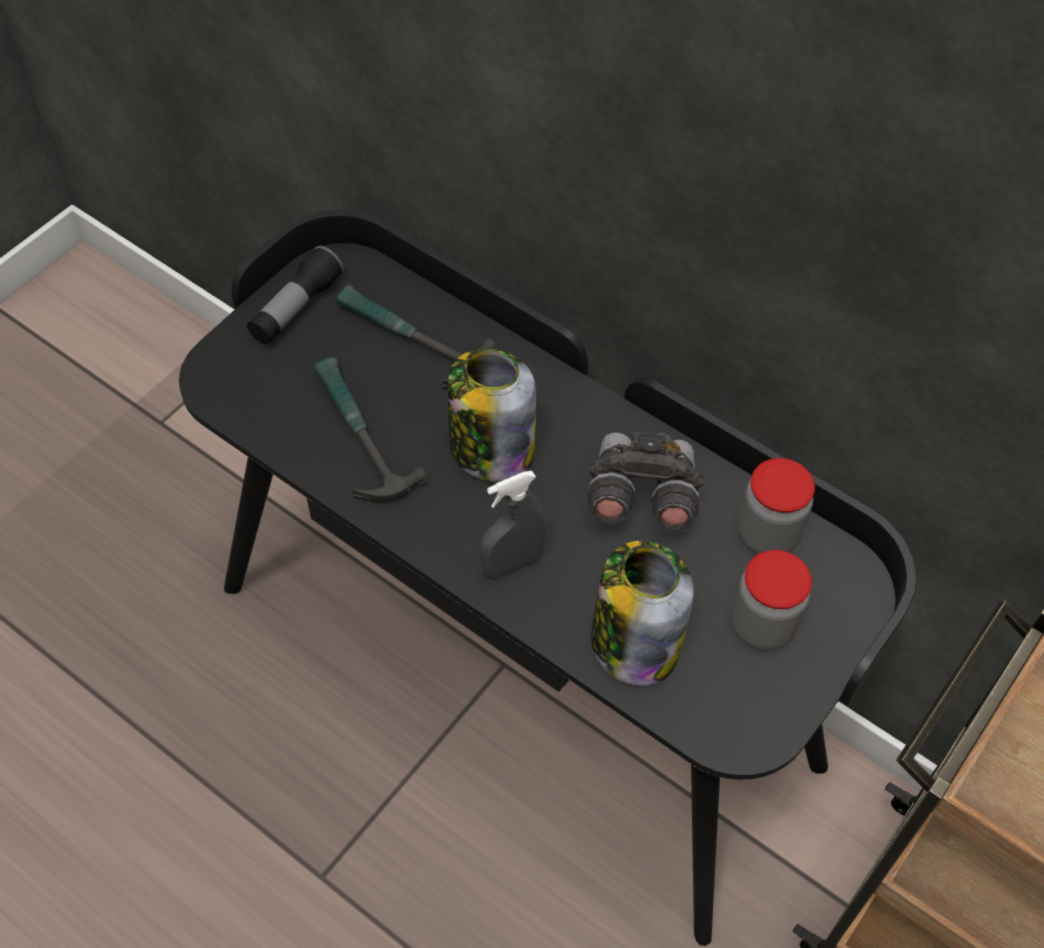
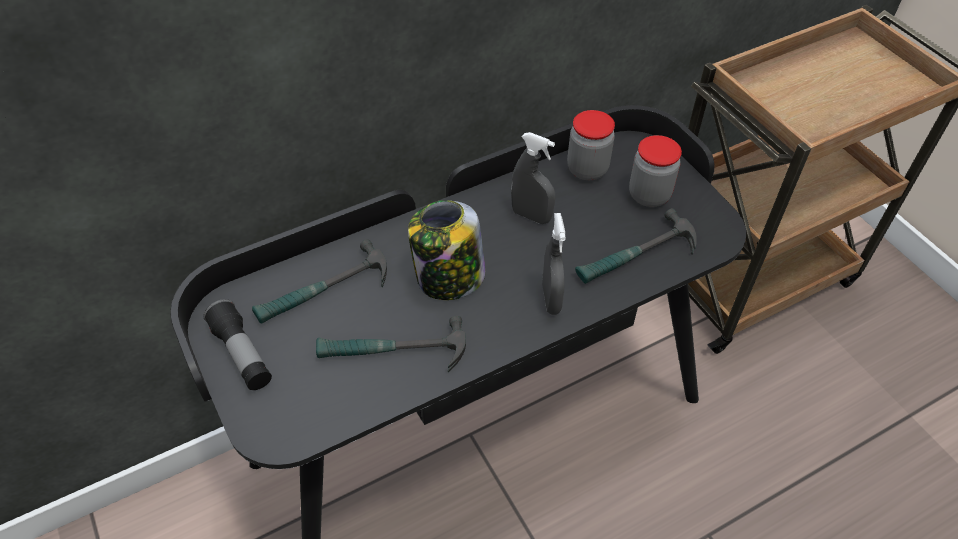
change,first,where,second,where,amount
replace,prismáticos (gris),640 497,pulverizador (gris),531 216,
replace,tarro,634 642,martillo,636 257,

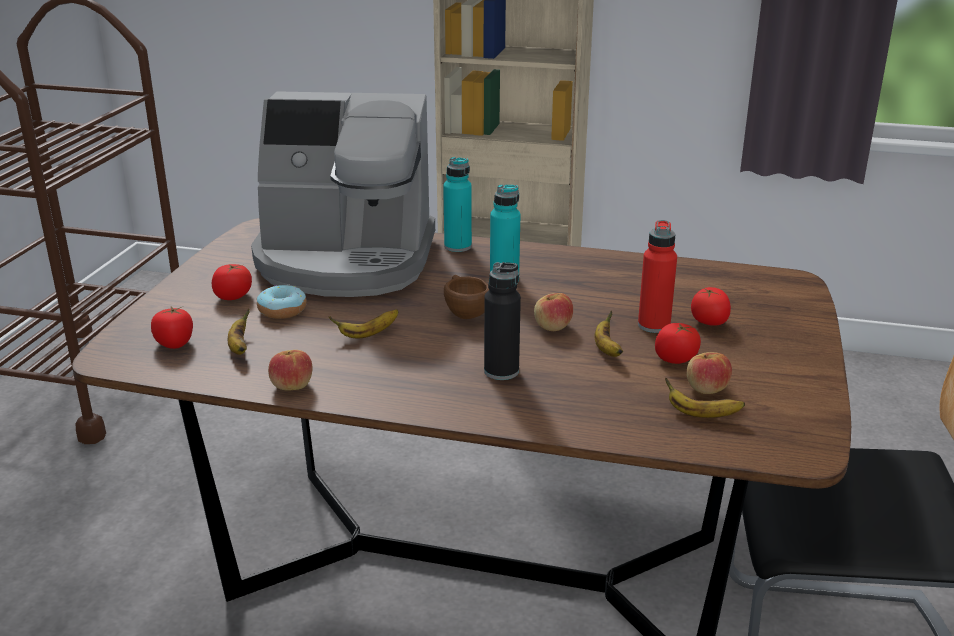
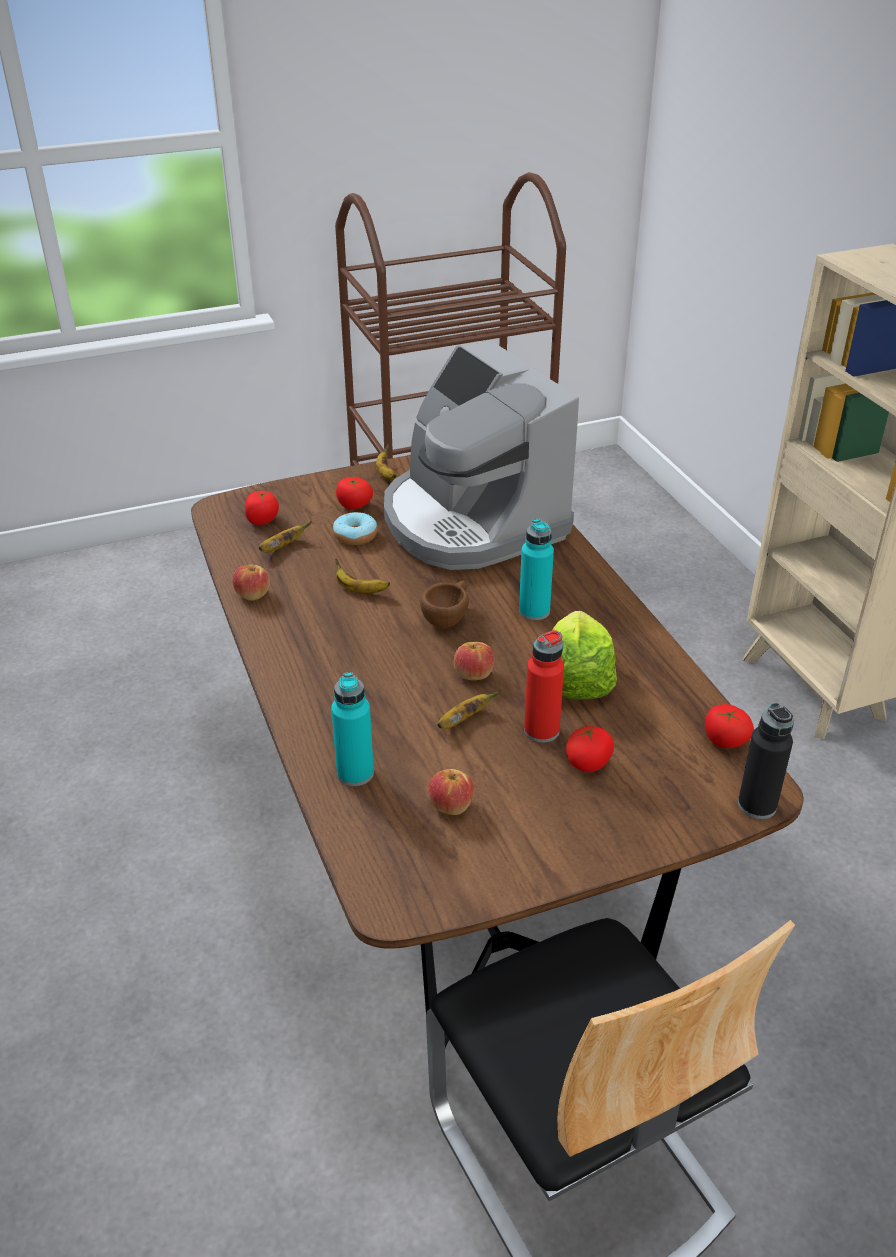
change,first,where,second,where,amount
move,botella (turquesa),458 246,,355 773,
move,botella (negro),501 371,,757 805,
move,tomate,676 359,,724 741,
move,plátano,701 415,,385 474,
insert,,,lechuga,575 679,

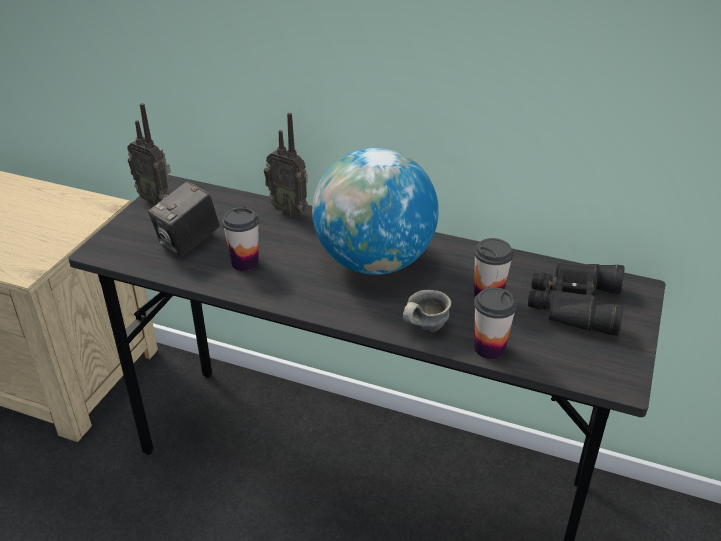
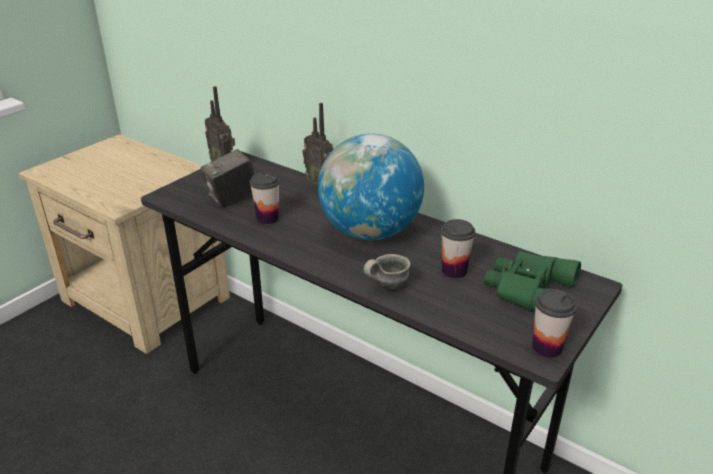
change,first,where,second,where,amount
recolor,prismáticos (negro),573 304,prismáticos (verde),527 288,
move,taza,489 348,,547 348,

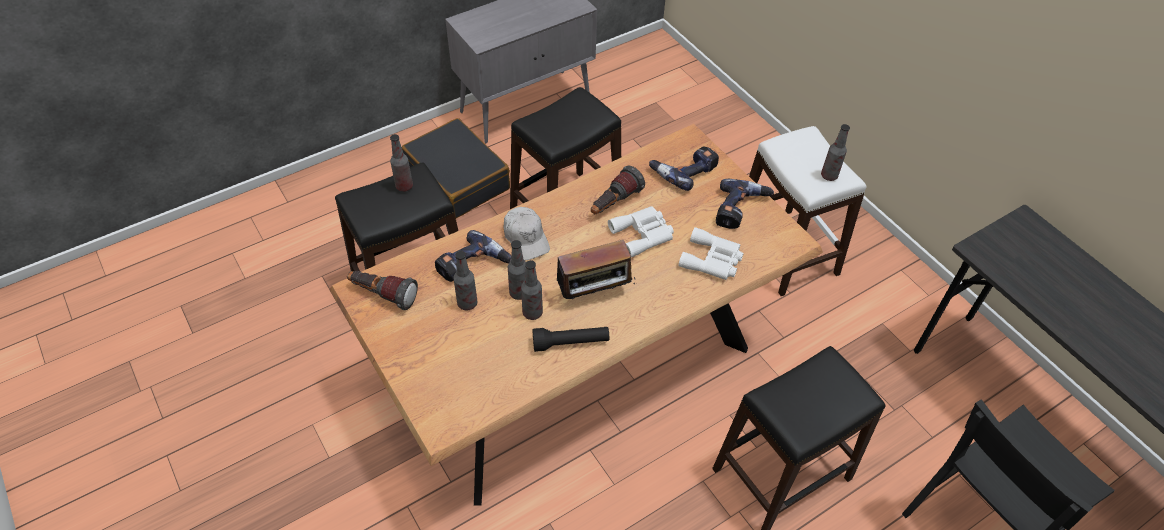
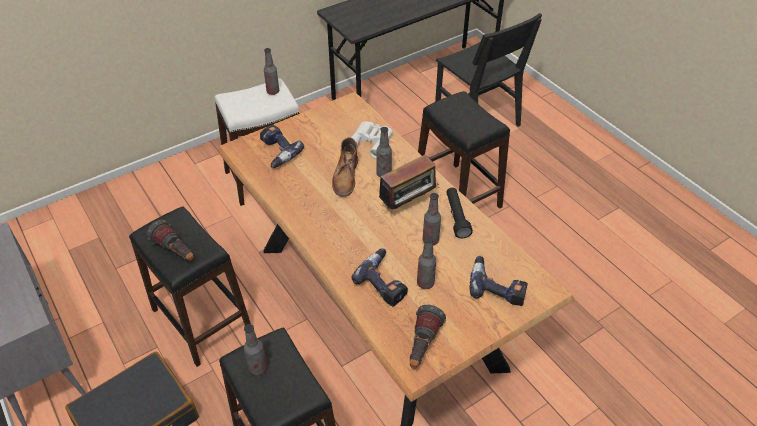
change,first,where,second,where,amount
move,linterna,614 203,,176 252,
move,taladro,740 210,,497 286,
replace,prismáticos (blanco),643 234,bota (marrón),345 176,
delete,gorra (blanco),526 238,,,
move,botella,519 293,,384 174,
rotate,radio,594 294,,408 204,75 degrees clockwise

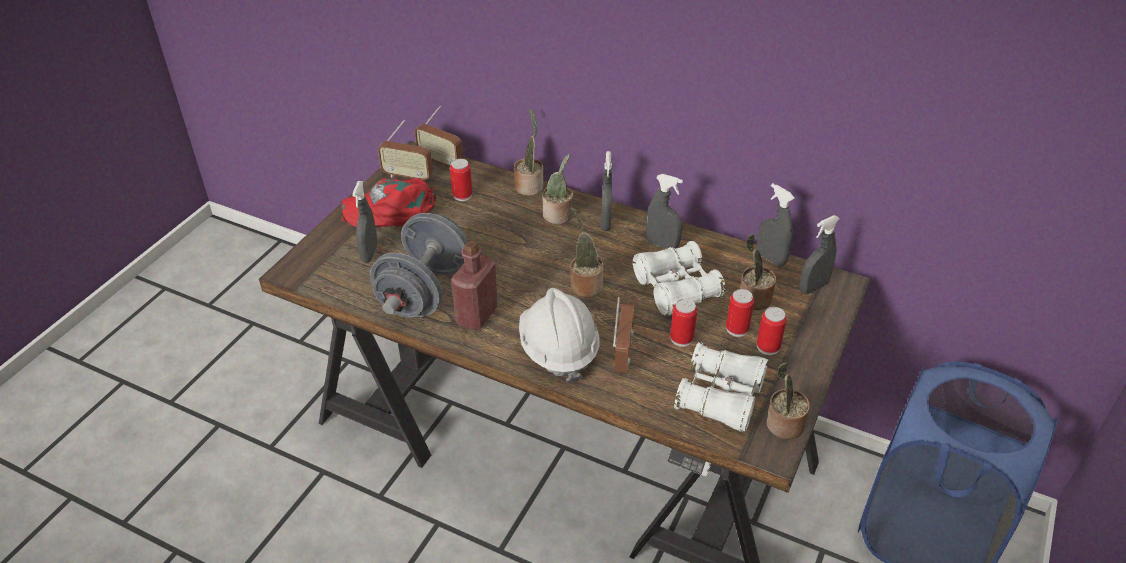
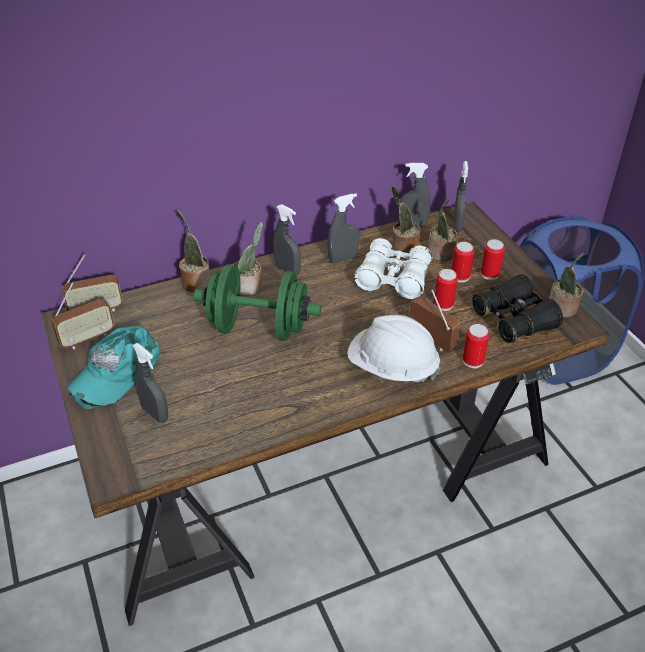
change,first,where,second,where,amount
move,lata,462 195,,473 361,
recolor,gorra (rojo),391 209,gorra (turquesa),116 371,
move,planta en maceta,584 285,,402 248,
delete,mancuerna (gris),424 292,,,
delete,botella (rojo),476 315,,,
recolor,prismáticos (blanco),720 397,prismáticos (negro),513 320,
insert,,,mancuerna (verde),259 328,

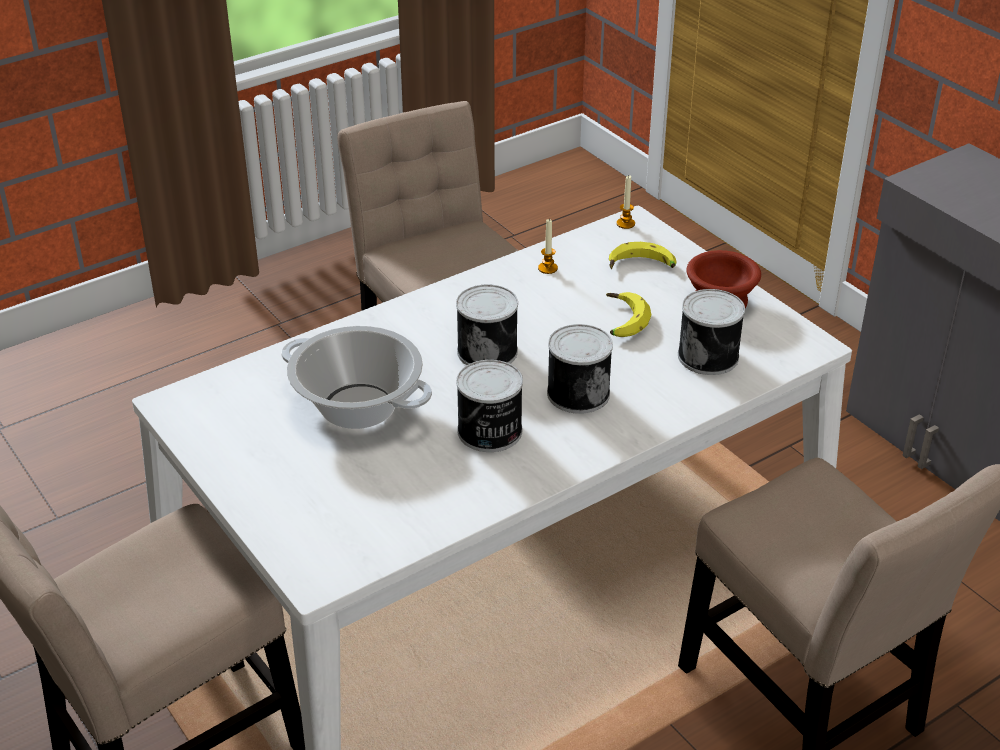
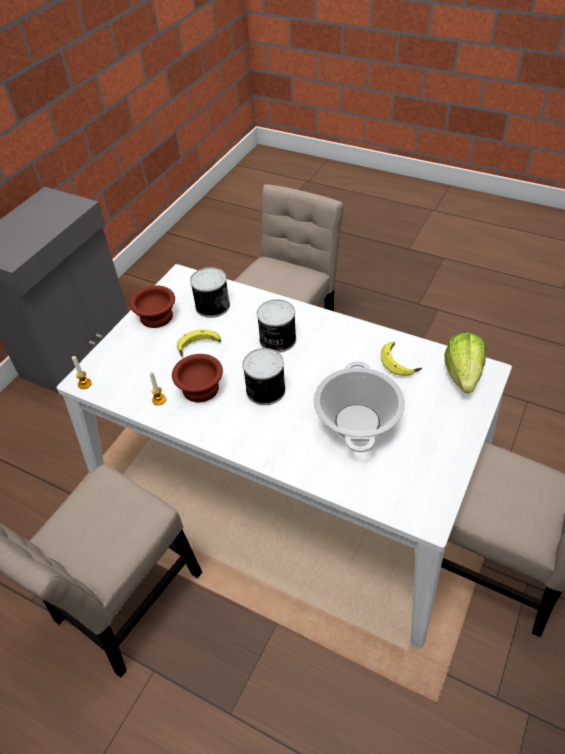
change,first,where,second,where,amount
move,plátano,641 267,,400 362,
delete,lata,490 432,,,
insert,,,lechuga,463 374,
insert,,,cuenco (marrón),202 389,

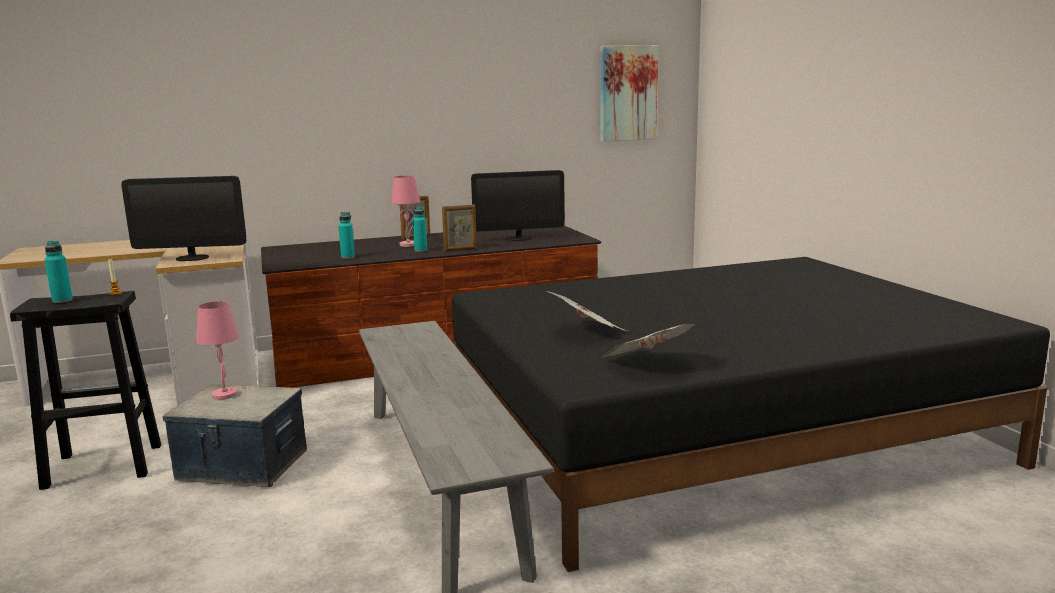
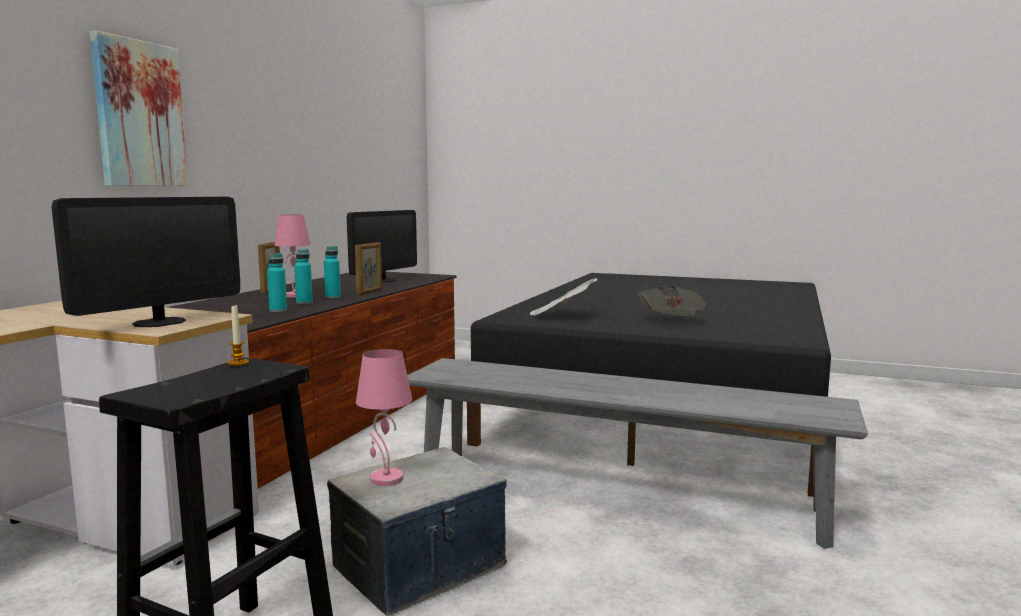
change,first,where,second,where,amount
move,cuadro,628 93,,139 114,
move,botella (turquesa),62 300,,304 302,
move,periódico,646 364,,561 316,

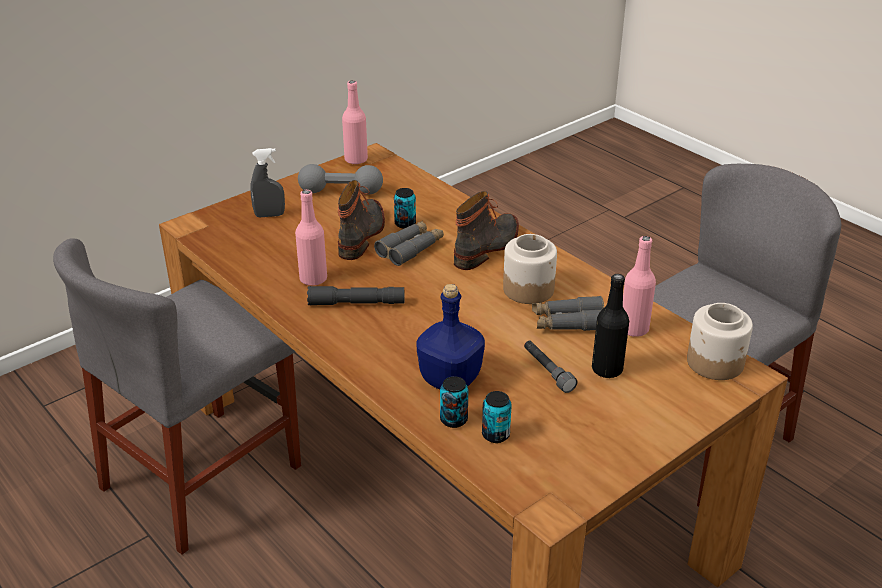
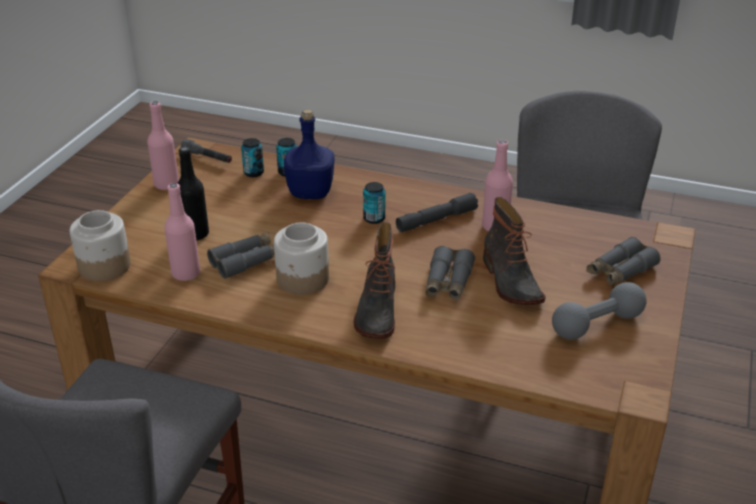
change,first,where,second,where,amount
move,botella (rosa),356 160,,166 184,
replace,pulverizador (gris),269 215,prismáticos (gris),620 271,
move,lata,405 224,,374 218,
move,linterna (gris),547 371,,207 158,

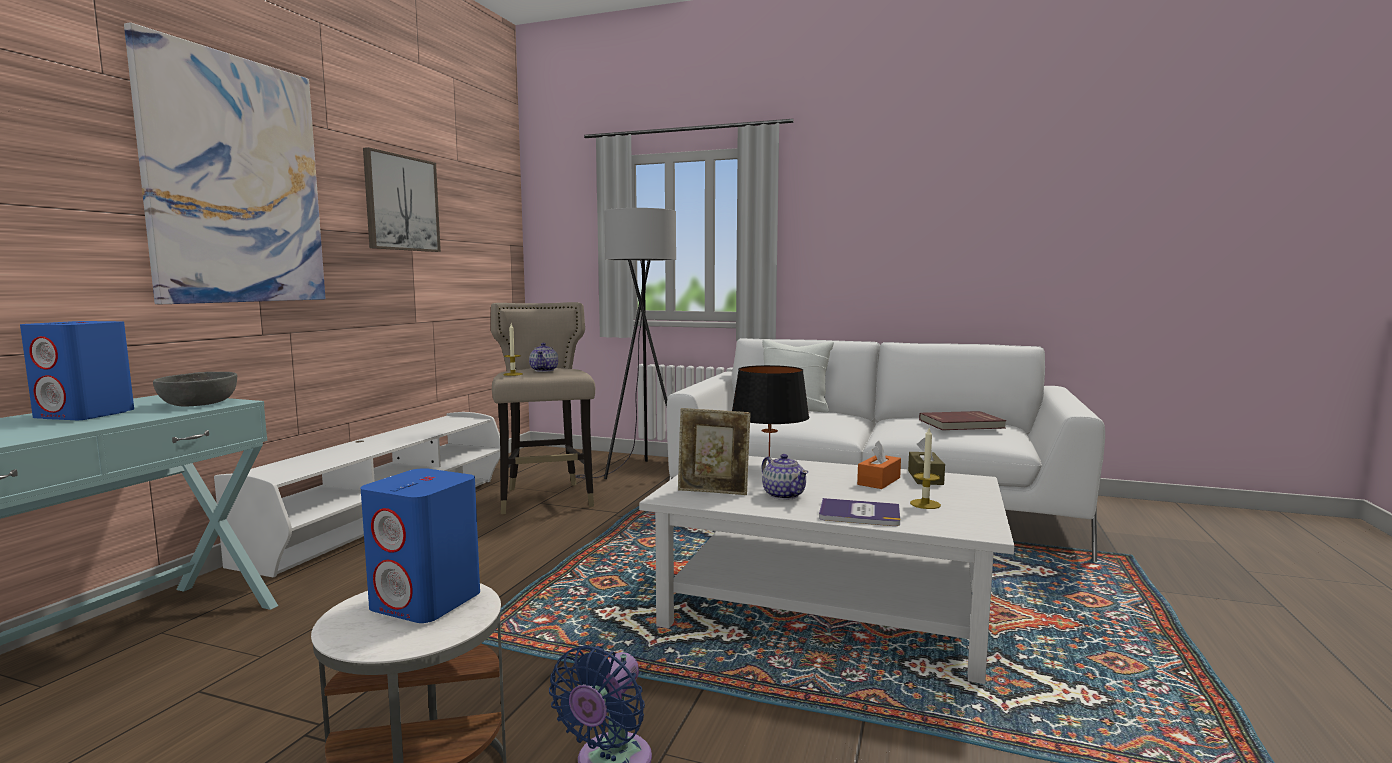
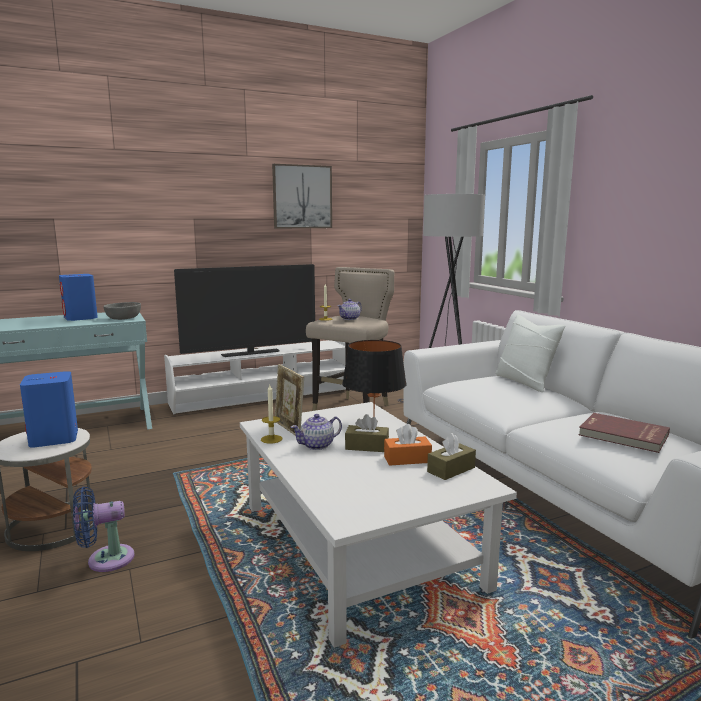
change,first,where,second,where,amount
delete,cuadro,235 181,,,
move,vela,925 504,,271 439,
rotate,tetera,783 495,,317 445,45 degrees clockwise
delete,libro,859 514,,,
insert,,,televisor,250 353,
insert,,,caja de pañuelos (marrón),367 446,

